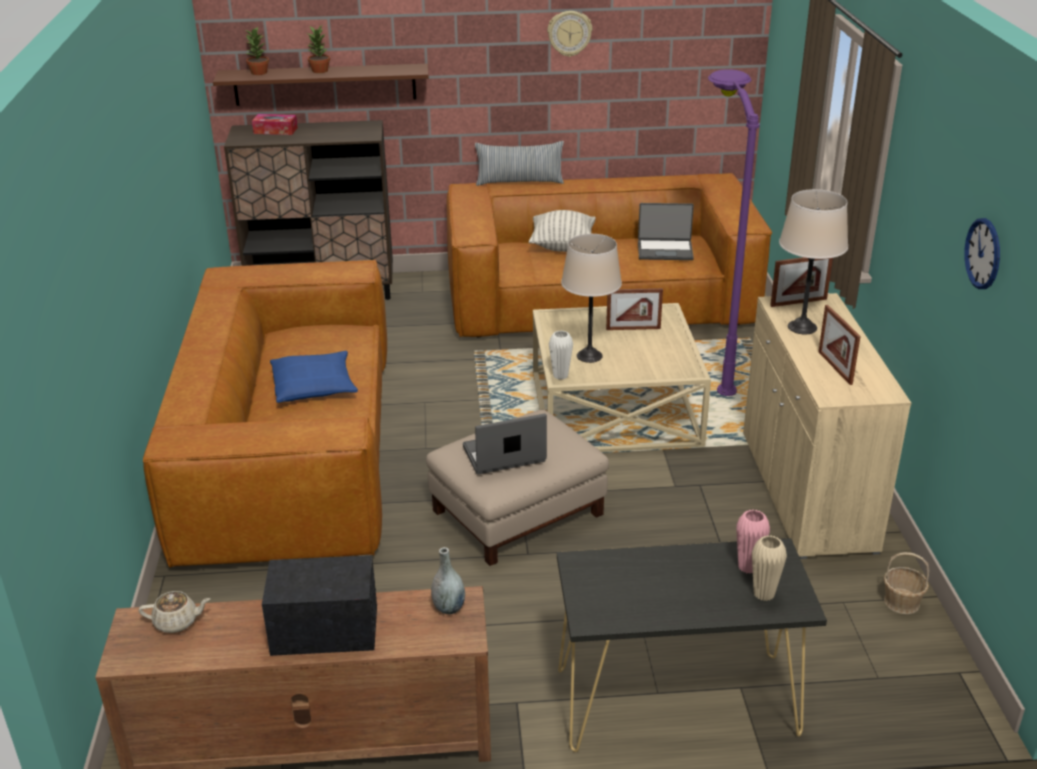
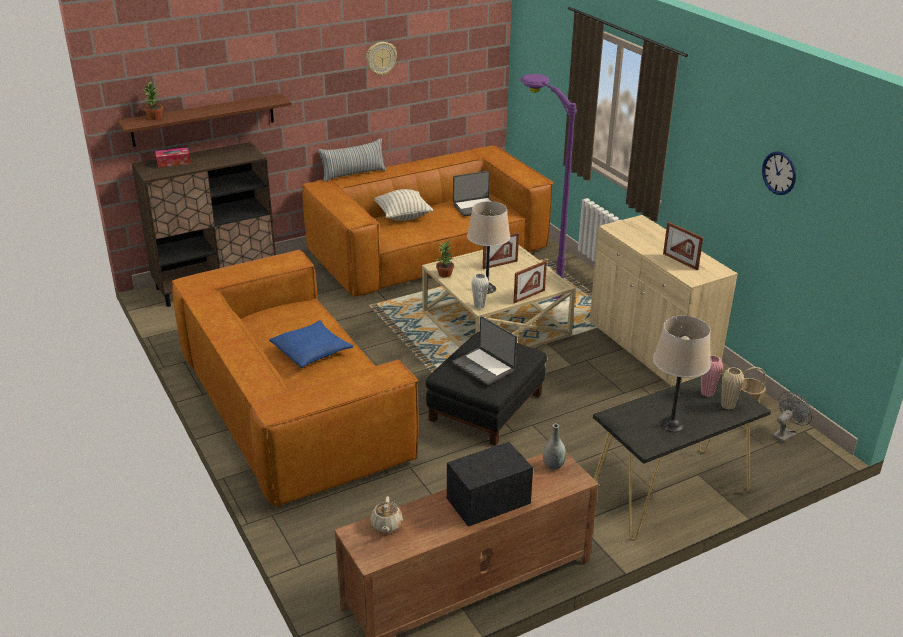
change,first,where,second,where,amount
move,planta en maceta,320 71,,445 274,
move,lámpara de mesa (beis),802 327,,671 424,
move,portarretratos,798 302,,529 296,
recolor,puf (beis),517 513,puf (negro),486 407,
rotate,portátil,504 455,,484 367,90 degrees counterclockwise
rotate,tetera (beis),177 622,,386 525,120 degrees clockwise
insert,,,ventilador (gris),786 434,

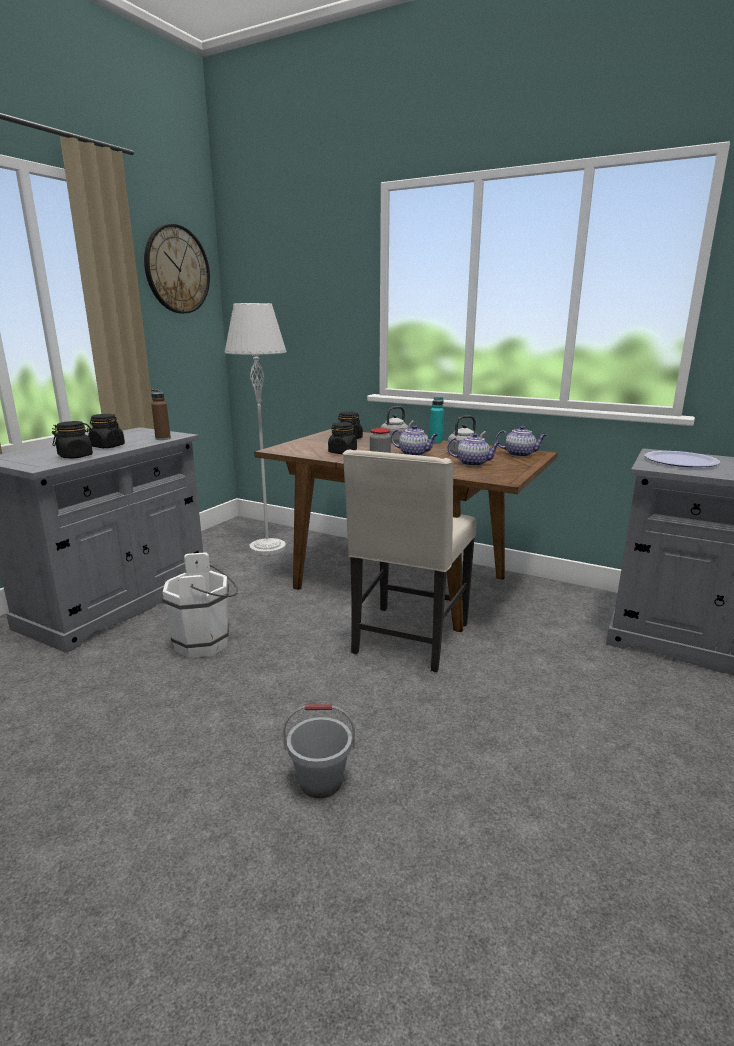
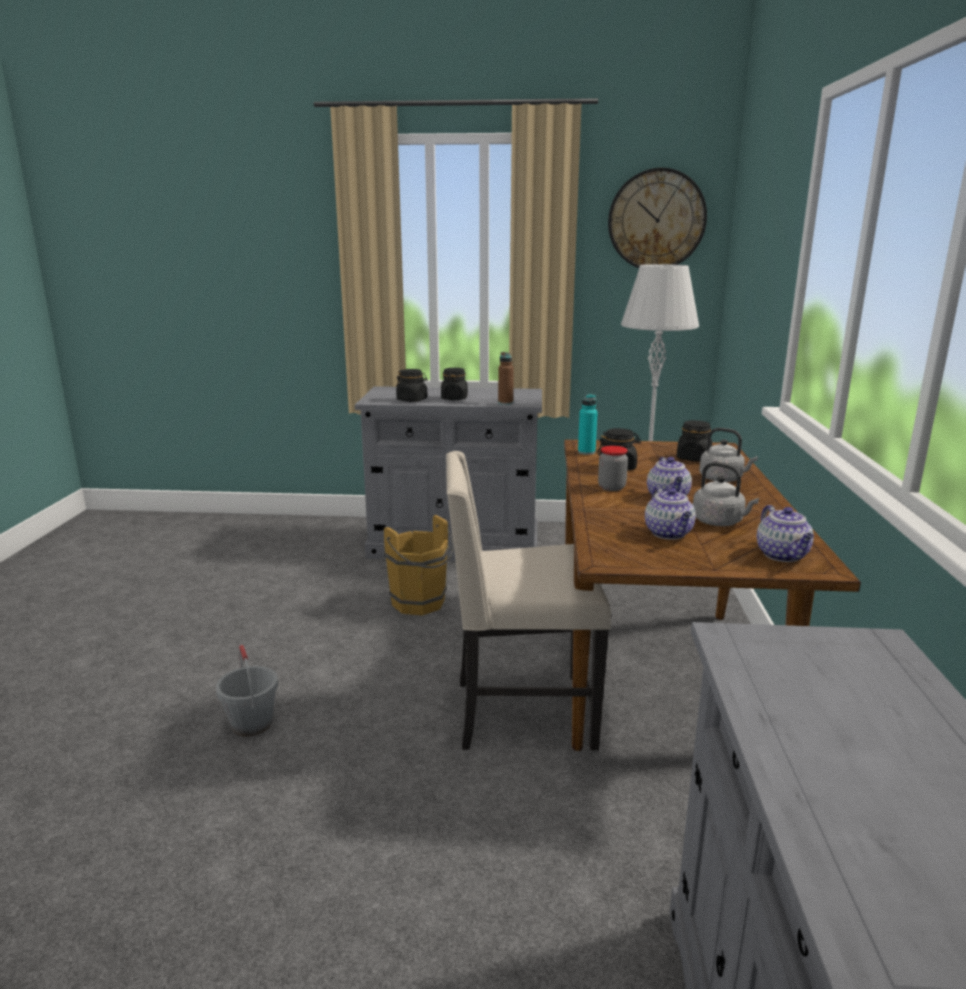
change,first,where,second,where,amount
move,botella (turquesa),435 441,,586 452,
delete,plato,680 461,,,
recolor,cubo (blanco),207 643,cubo (marrón),420 604,

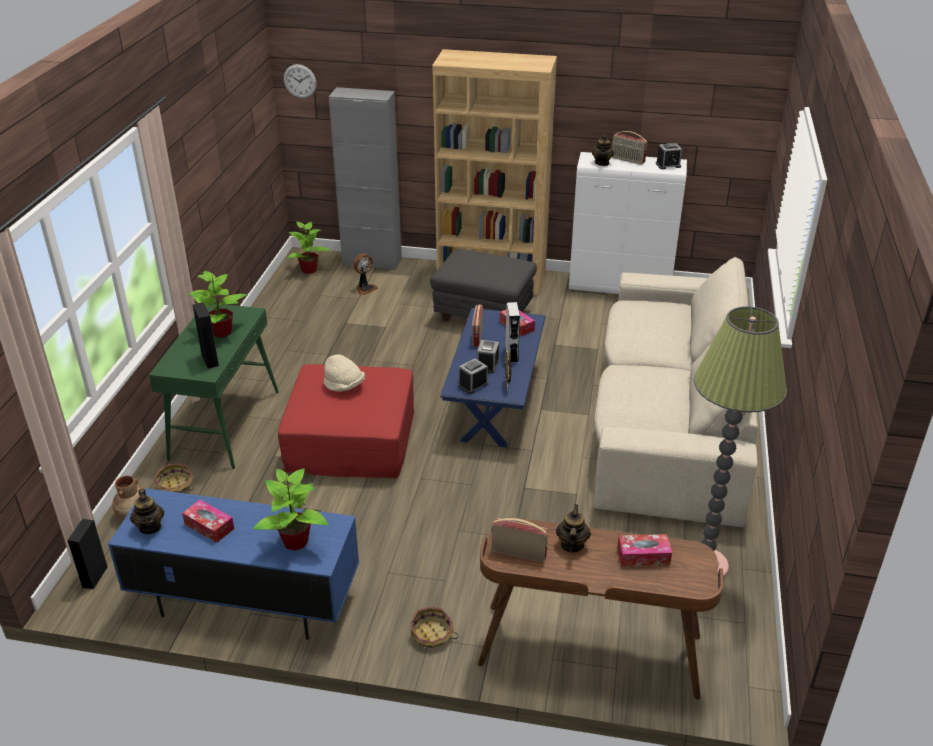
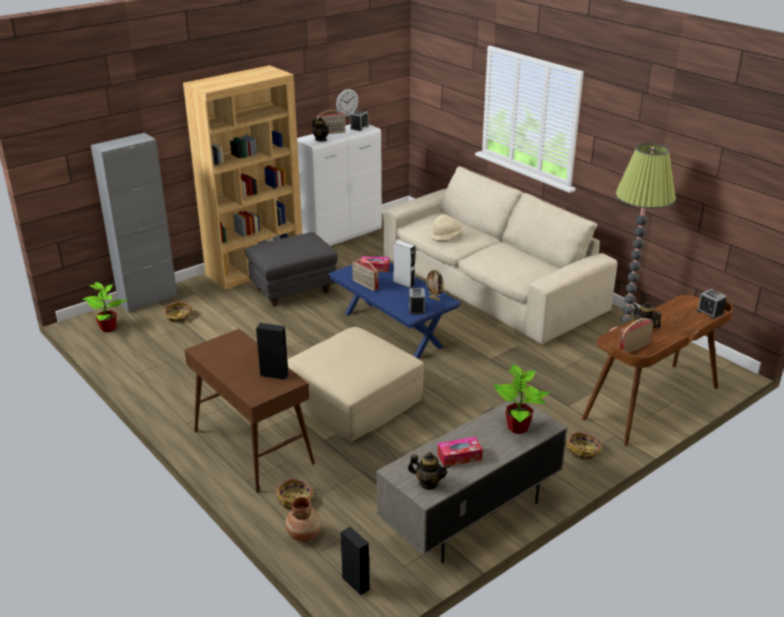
change,first,where,second,where,amount
move,reloj de pared,300 81,,347 102,
replace,ventilador,365 288,cesta,178 317,
delete,planta en maceta,222 332,,,
recolor,mesa consola (verde),225 424,mesa consola (marrón),252 447,
move,despertador,487 365,,710 312,
move,sombrero (beis),344 386,,446 237,
recolor,puf (rojo),350 440,puf (beis),353 400,
recolor,mueble de televisión (azul),245 602,mueble de televisión (gris),471 516,
delete,caja de pañuelos,643 556,,,

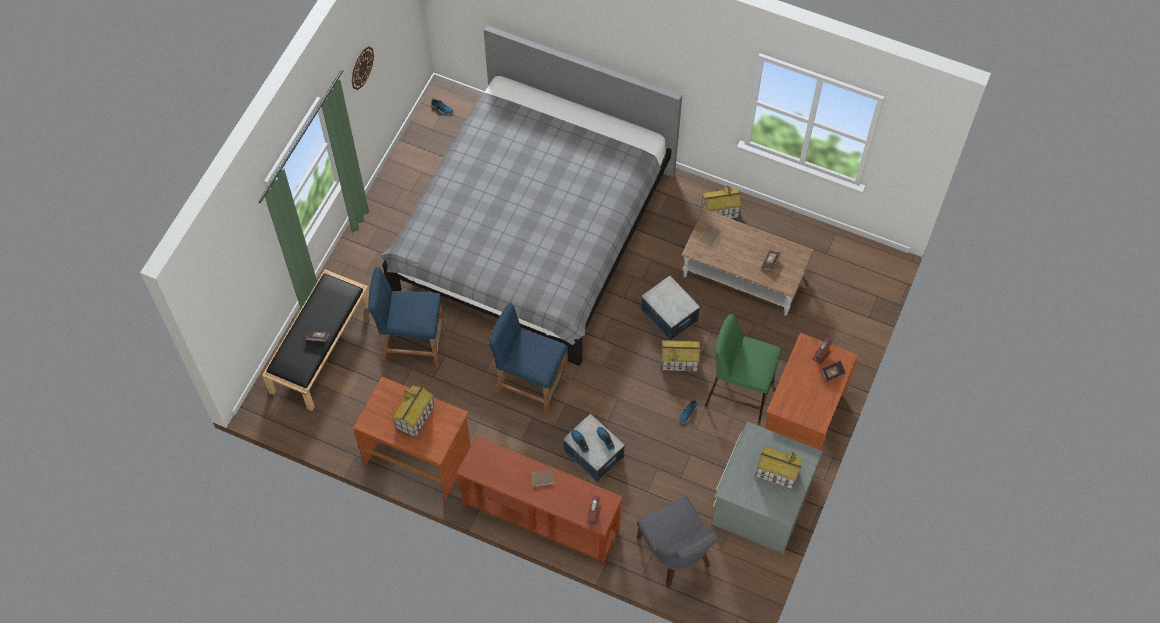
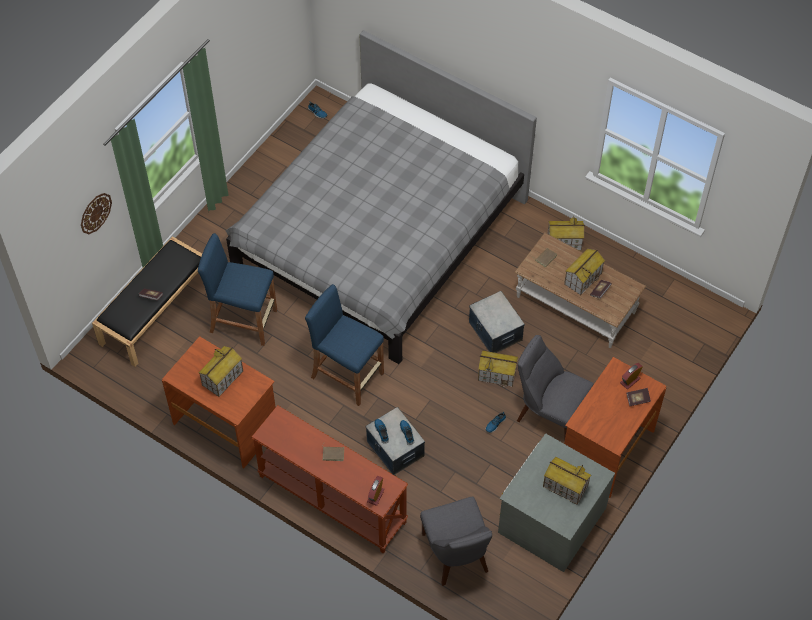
change,first,where,second,where,amount
move,reloj de pared,361 67,,95 213,
replace,taburete (verde),738 394,silla (gris),549 414,
insert,,,casita,583 278,

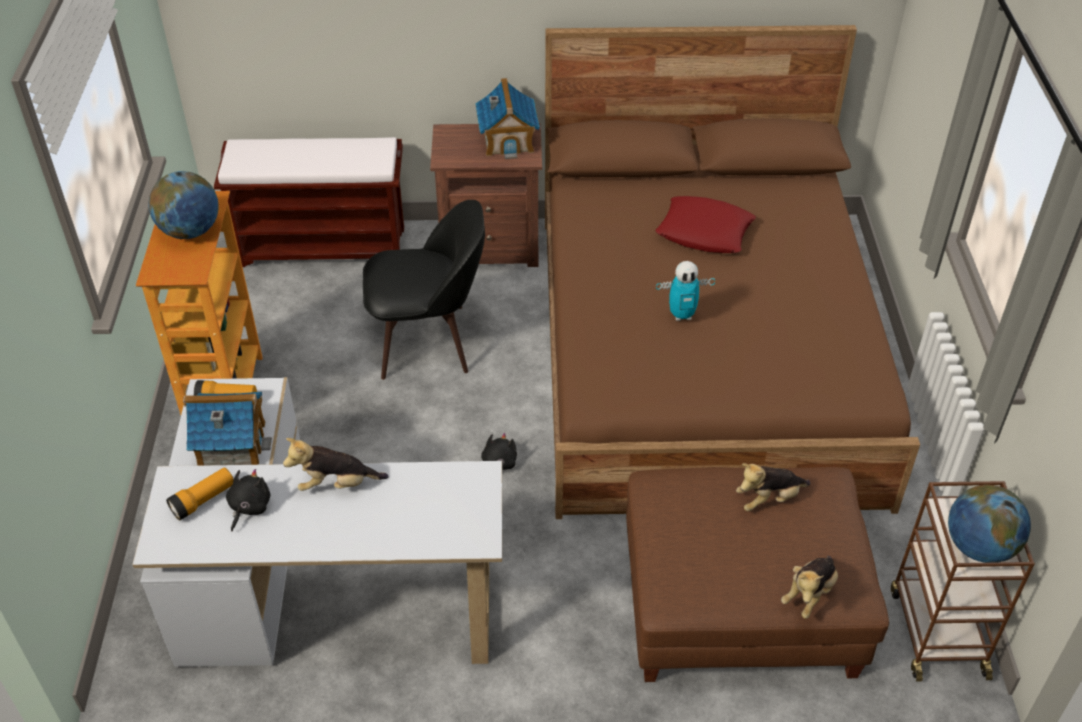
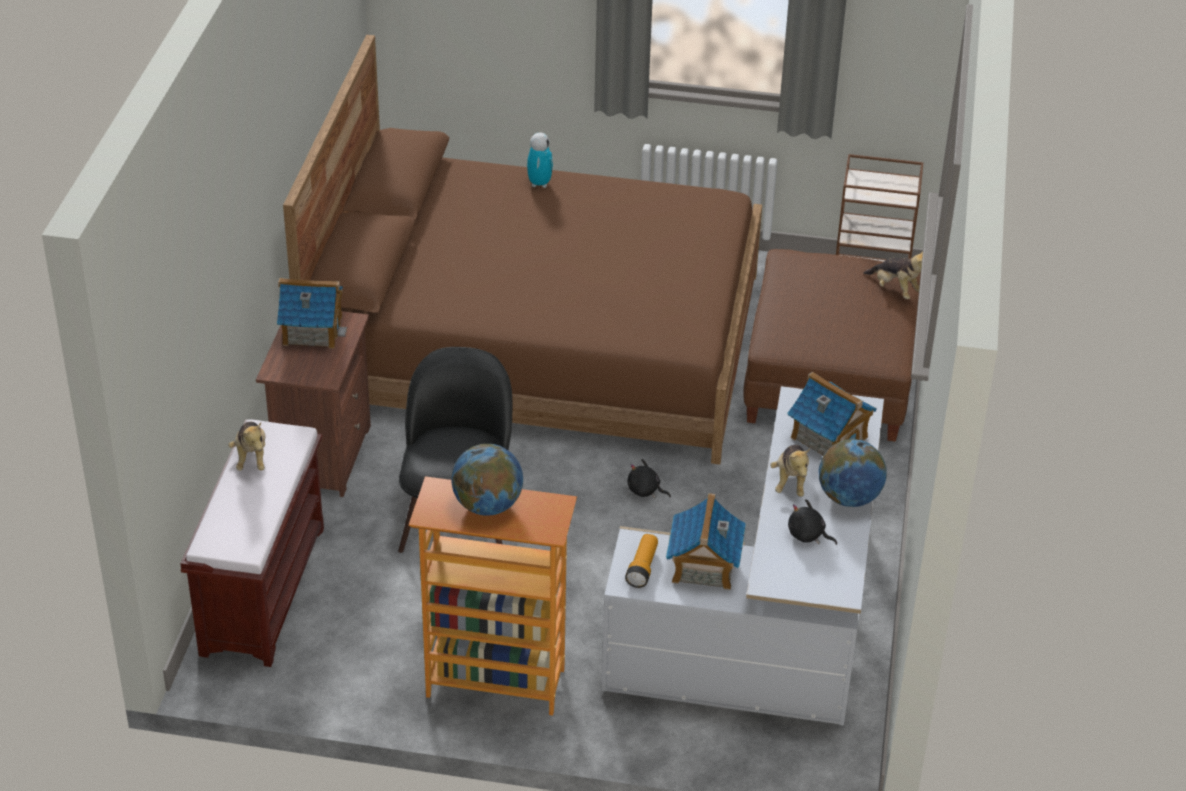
change,first,where,second,where,amount
delete,cojín (rojo),704 232,,,
move,robot de juguete,682 315,,539 183,
move,peluche,769 499,,251 458,
delete,linterna,203 500,,,
move,globo terráqueo,979 547,,849 498,
insert,,,casita,829 437,

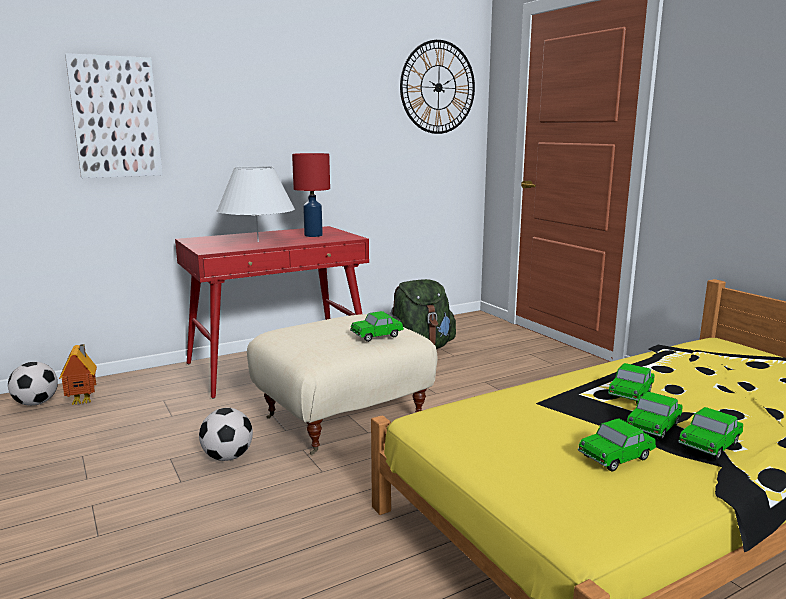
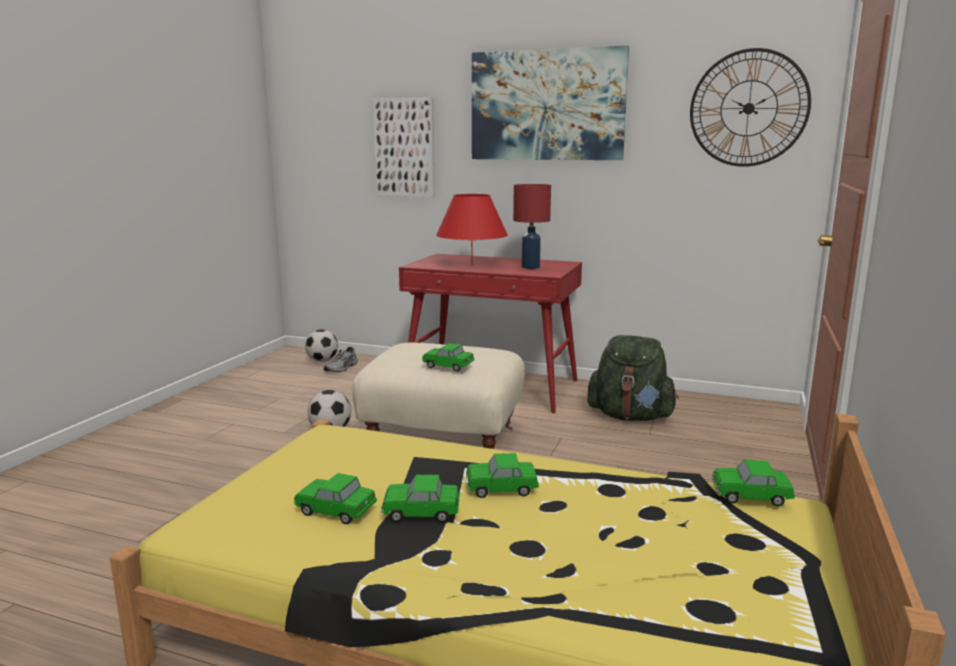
change,first,where,second,where,amount
recolor,lámpara de mesa (blanco),258 241,lámpara de mesa (rojo),472 265,
replace,casita,84 401,zapato (gris),342 368,
move,coche de juguete,709 445,,750 496,
insert,,,cuadro,547 105,

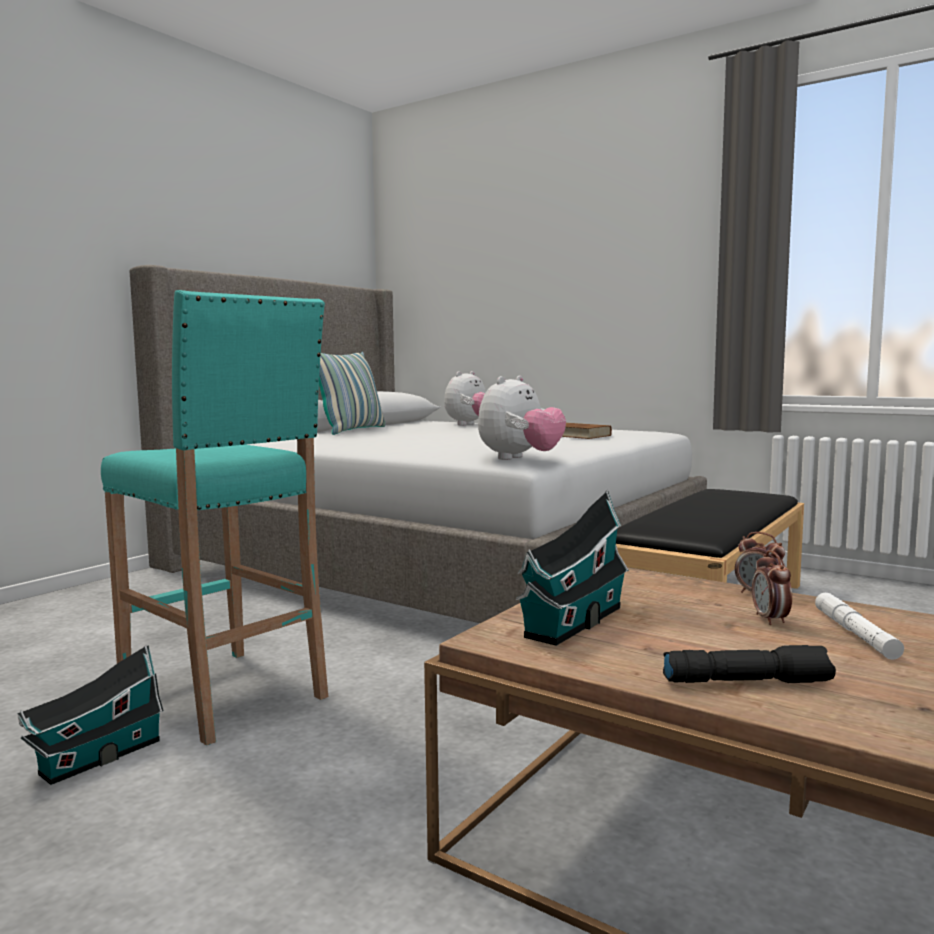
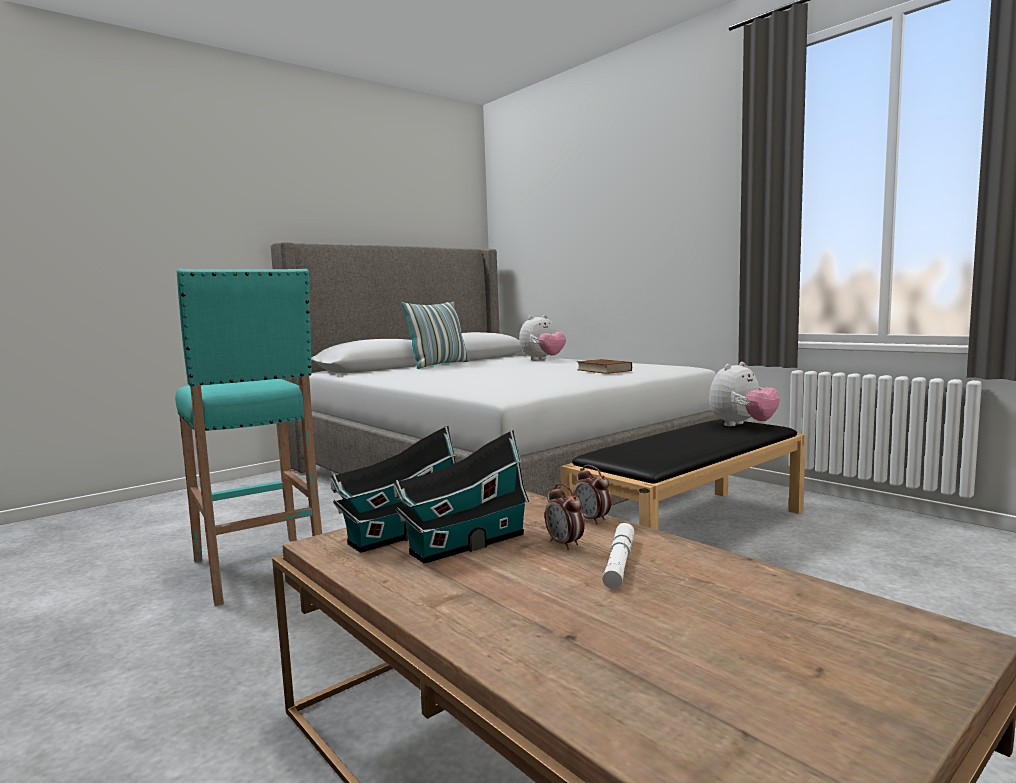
change,first,where,second,where,amount
move,peluche,520 459,,742 425,
rotate,despertador,770 620,,565 544,45 degrees counterclockwise
move,casita,96 759,,464 545,
delete,linterna (negro),747 681,,,

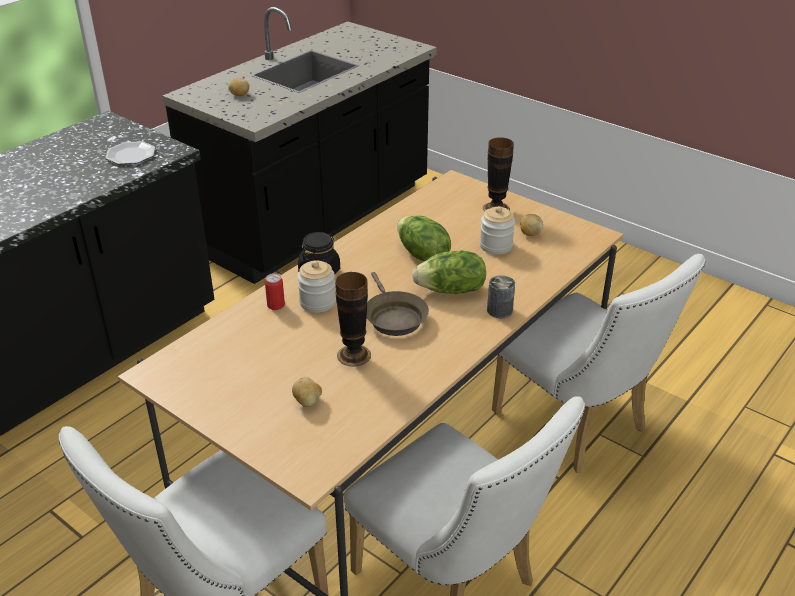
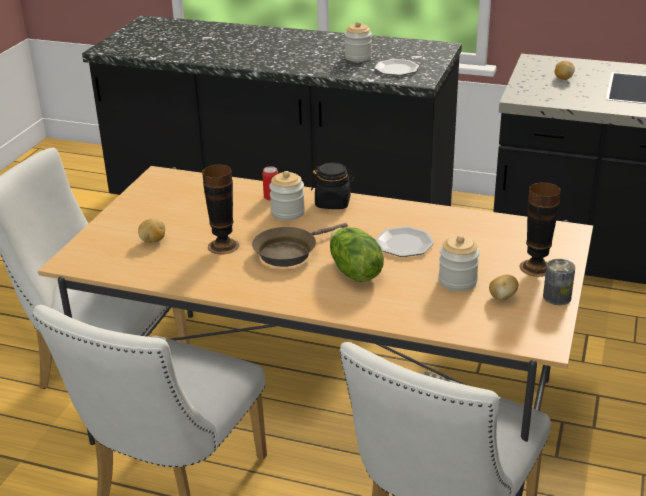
change,first,where,second,where,amount
replace,lechuga,422 255,plato,403 244,
move,lata,499 310,,557 297,
insert,,,tarro,358 57,

